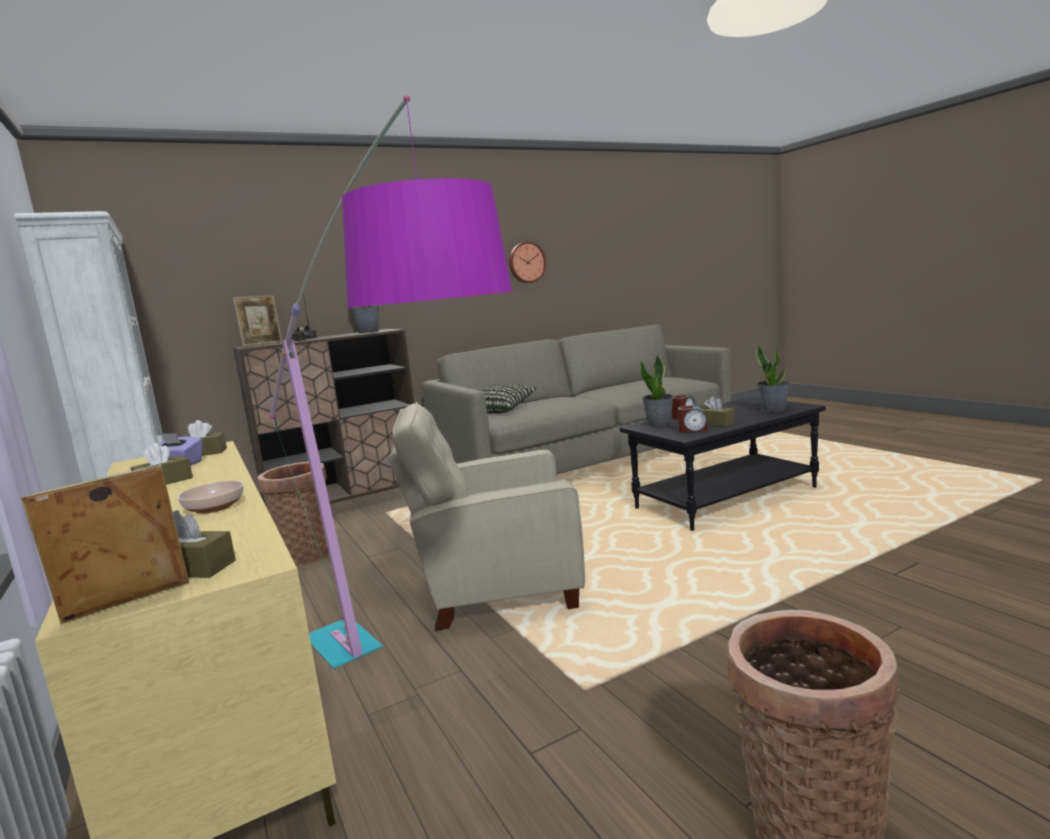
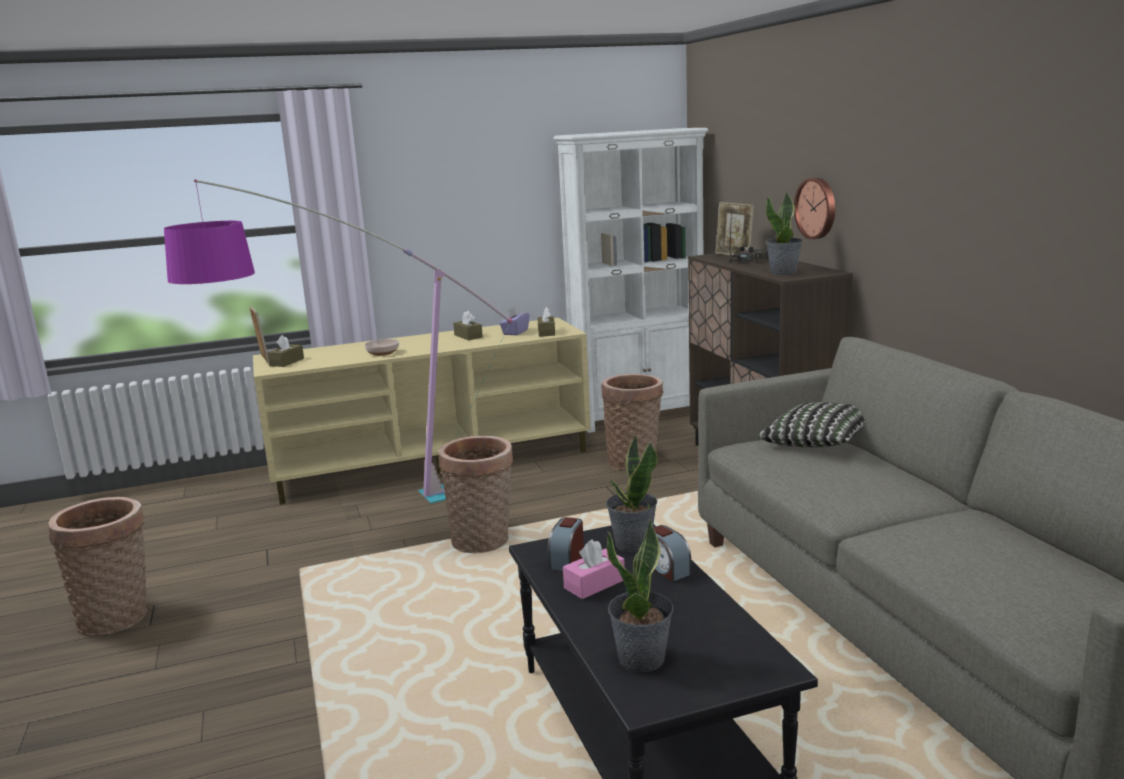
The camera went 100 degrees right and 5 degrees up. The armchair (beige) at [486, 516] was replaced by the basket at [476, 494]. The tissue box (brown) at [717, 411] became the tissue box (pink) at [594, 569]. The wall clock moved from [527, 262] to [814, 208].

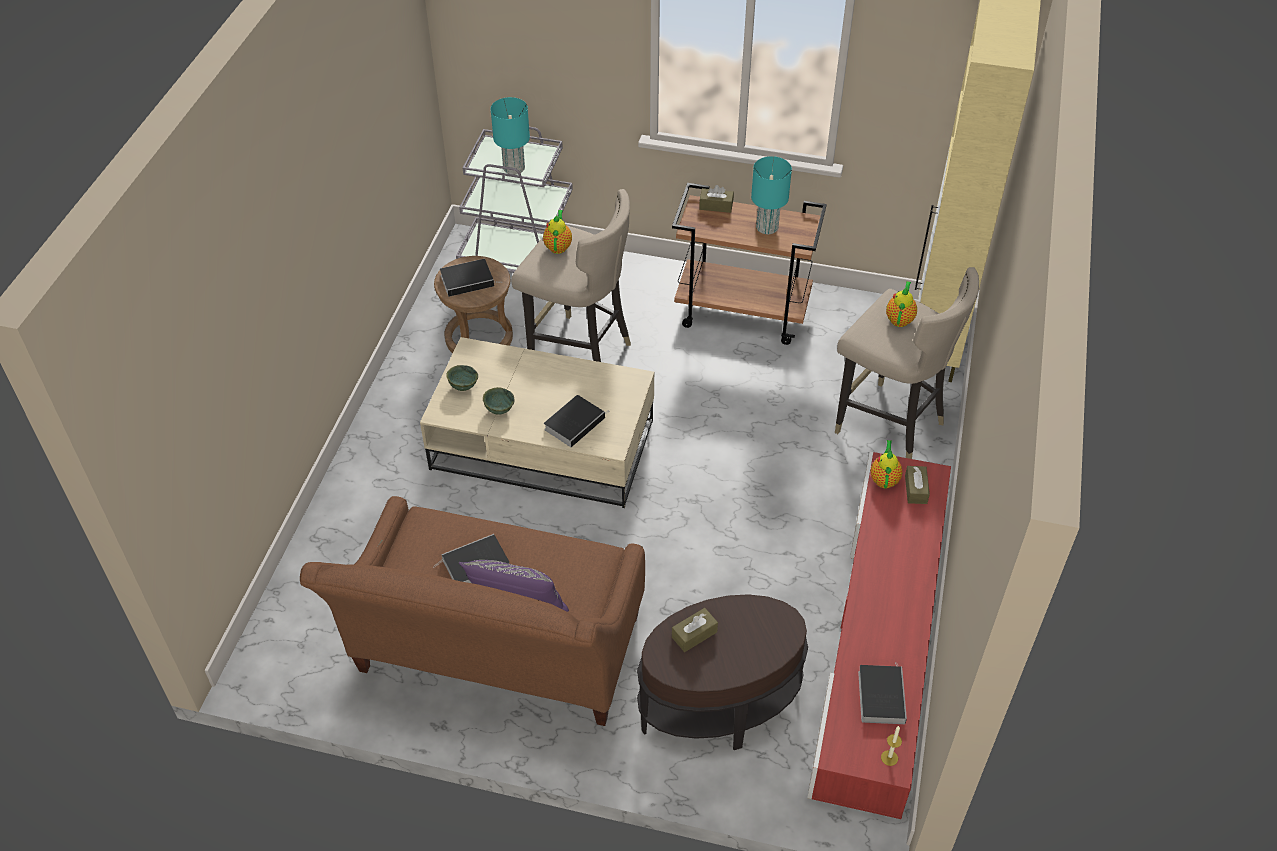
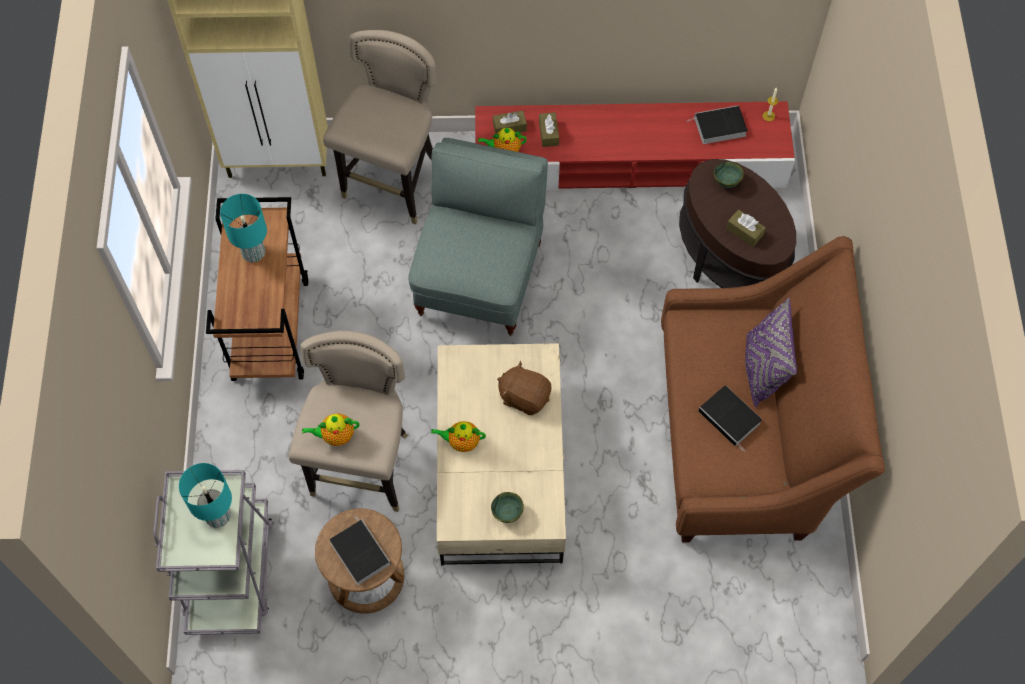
The camera went 105 degrees left and 15 degrees up. The armchair (grey) at [478, 237] appeared. The teapot moved from [901, 304] to [458, 436]. The book at [576, 421] was replaced by the plush toy (brown) at [524, 388]. The tissue box (brown) moved from [716, 199] to [549, 129]. The bowl (green) moved from [499, 401] to [729, 175].

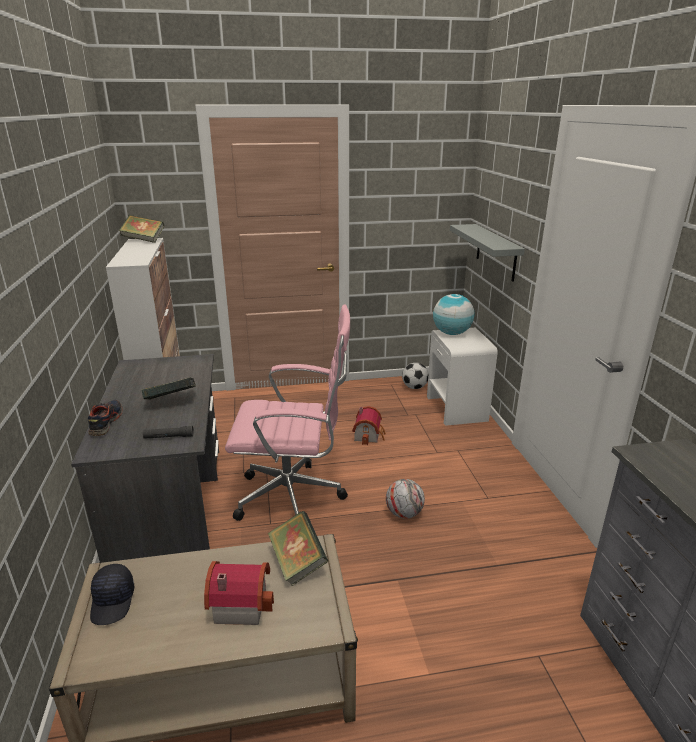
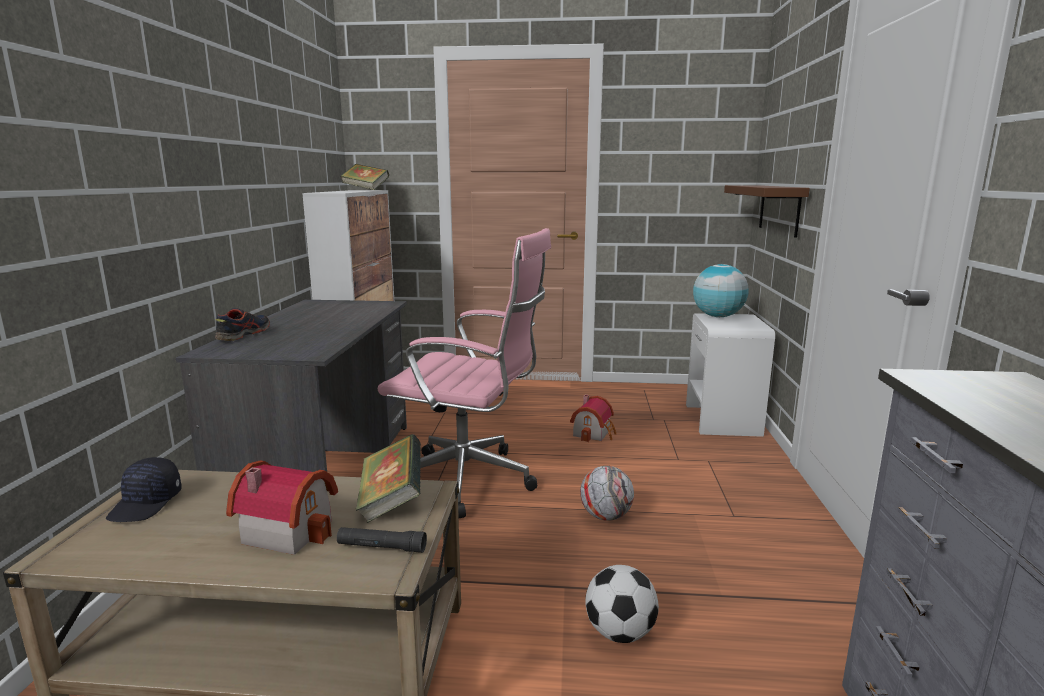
The camera went 15 degrees right and 10 degrees down. The flashlight (black) moved from [168, 432] to [382, 540]. The football moved from [415, 376] to [622, 604]. The shelf (grey) at [487, 253] became the shelf (brown) at [767, 211]. The book at [168, 388] disappeared.

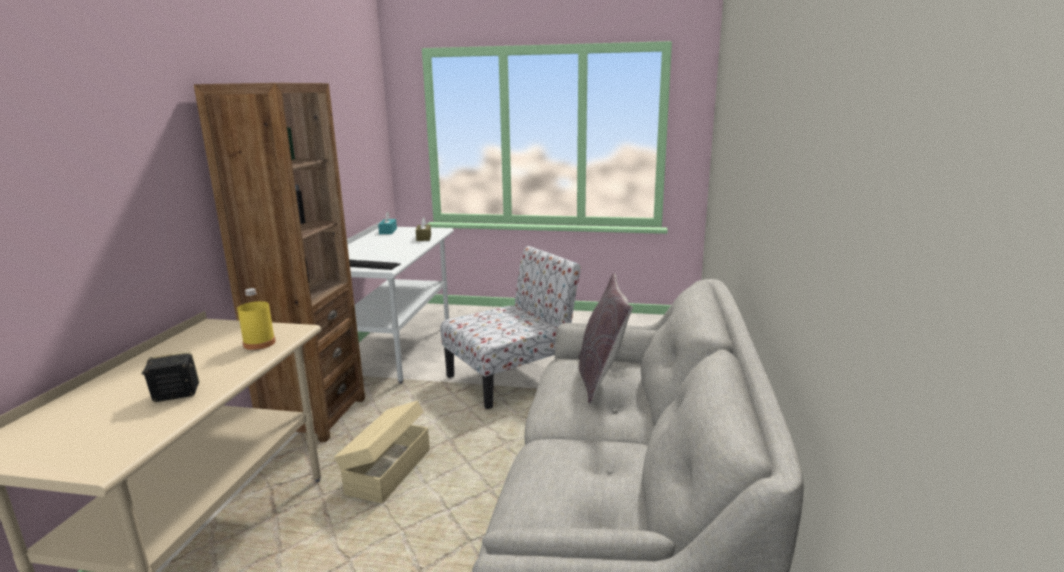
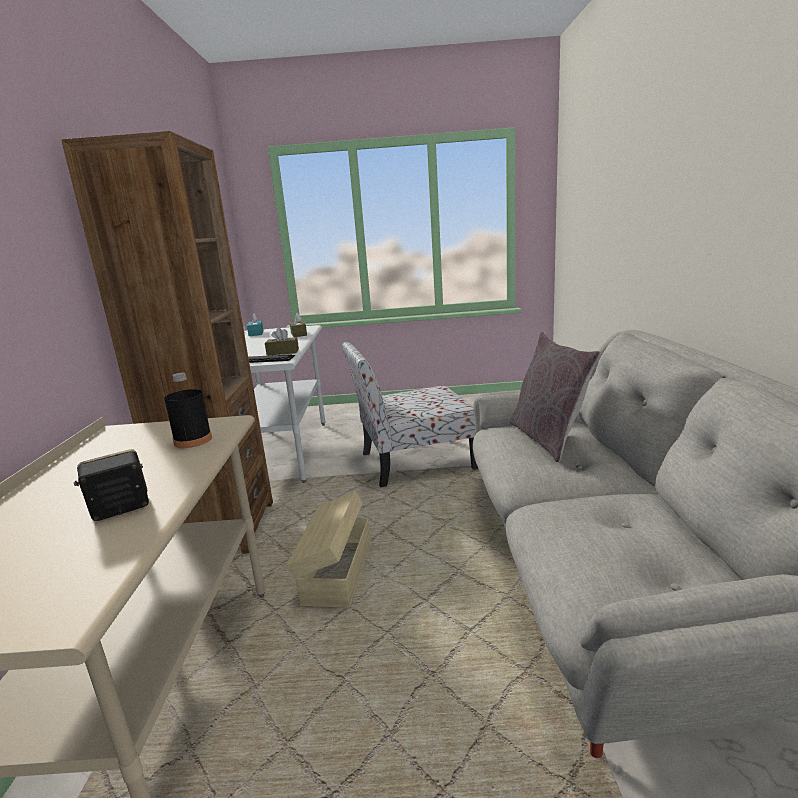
The camera went 10 degrees left and 0 degrees up. The bottle (yellow) at [256, 319] became the bottle (black) at [188, 410]. The tissue box (brown) at [282, 342] appeared. The chair at [510, 327] turned 150 degrees counterclockwise.

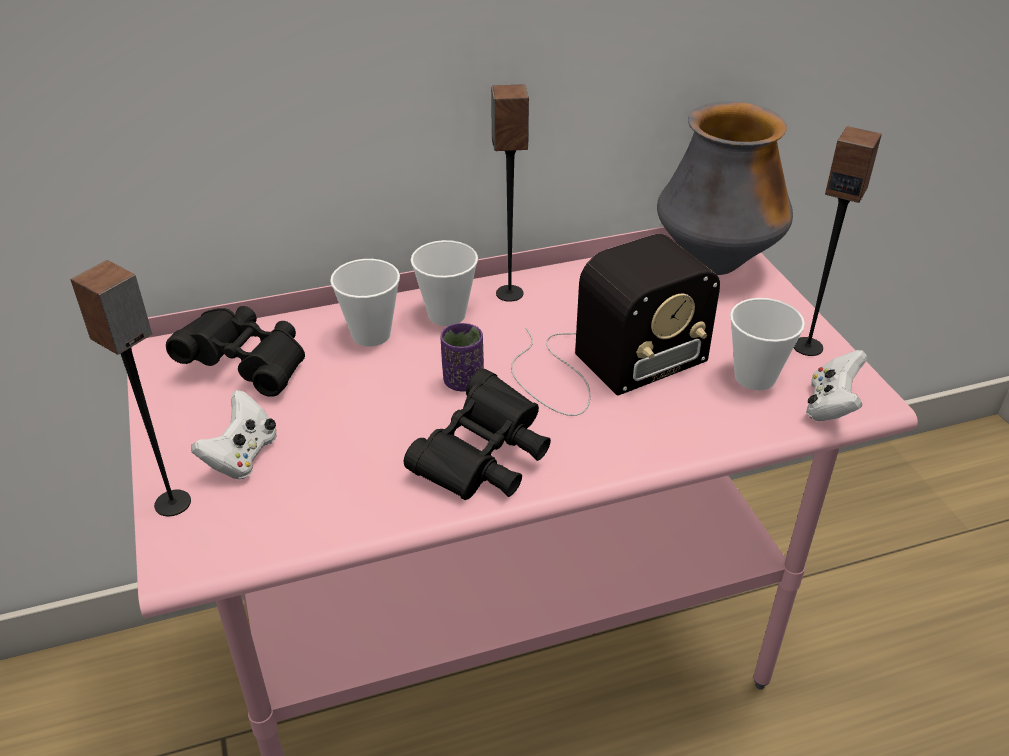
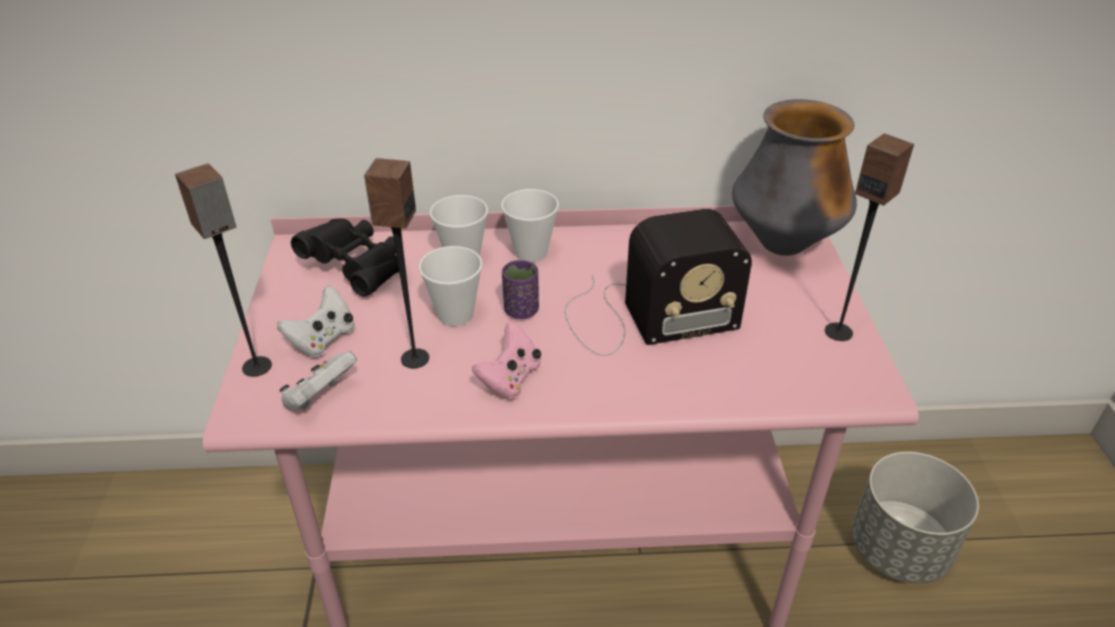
The camera went 15 degrees right and 0 degrees up. The game controller (white) moved from [836, 385] to [318, 381]. The speaker moved from [510, 193] to [396, 263]. The cup moved from [767, 344] to [451, 286]. The binoculars (black) at [477, 434] was replaced by the game controller (pink) at [506, 360]. The planter (grey) at [915, 517] appeared.

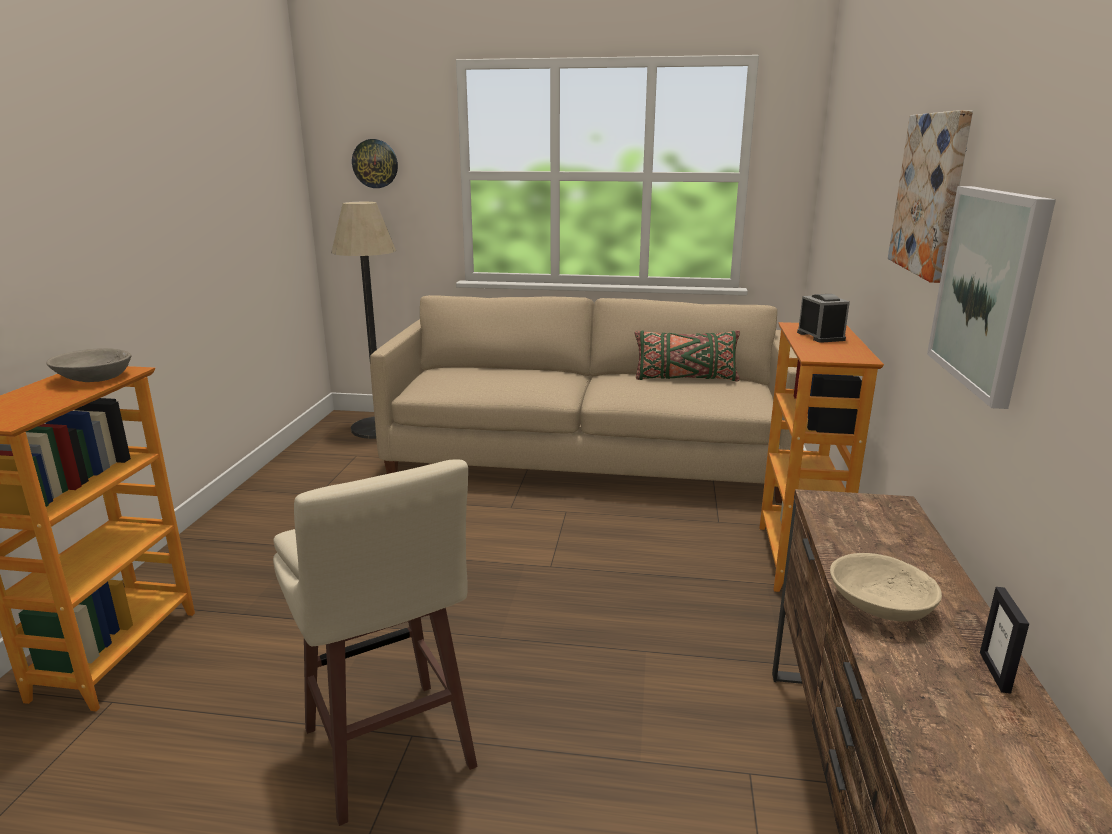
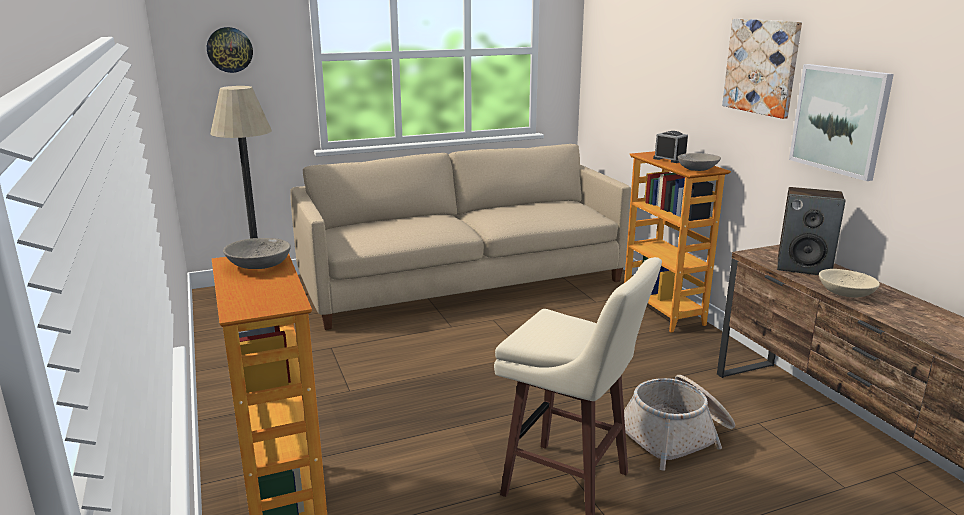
The camera went 30 degrees left and 0 degrees up. The basket at [679, 423] appeared. The bowl (grey) at [699, 162] appeared. The speaker at [811, 231] appeared. The pillow (green) at [687, 355] disappeared. The picture frame at [1004, 640] disappeared.

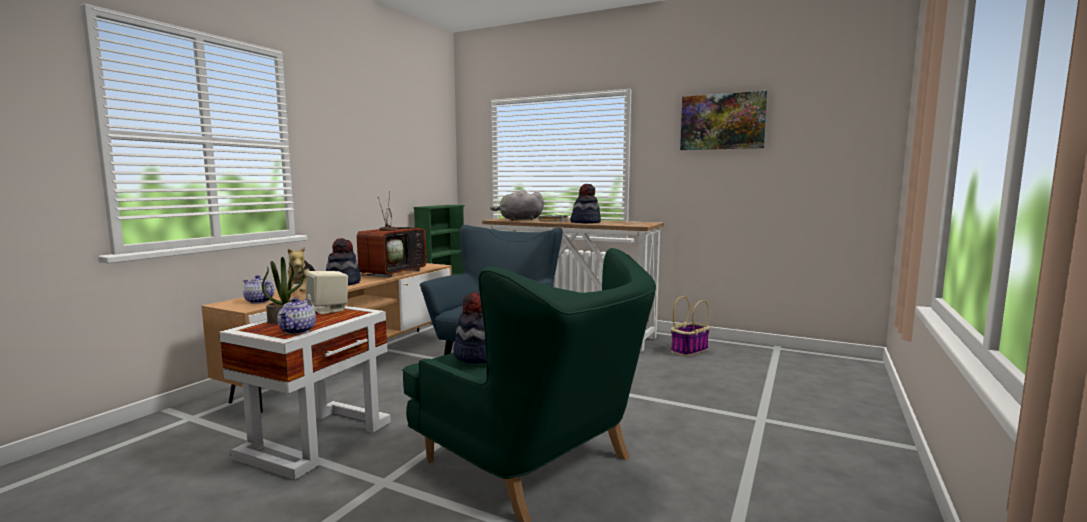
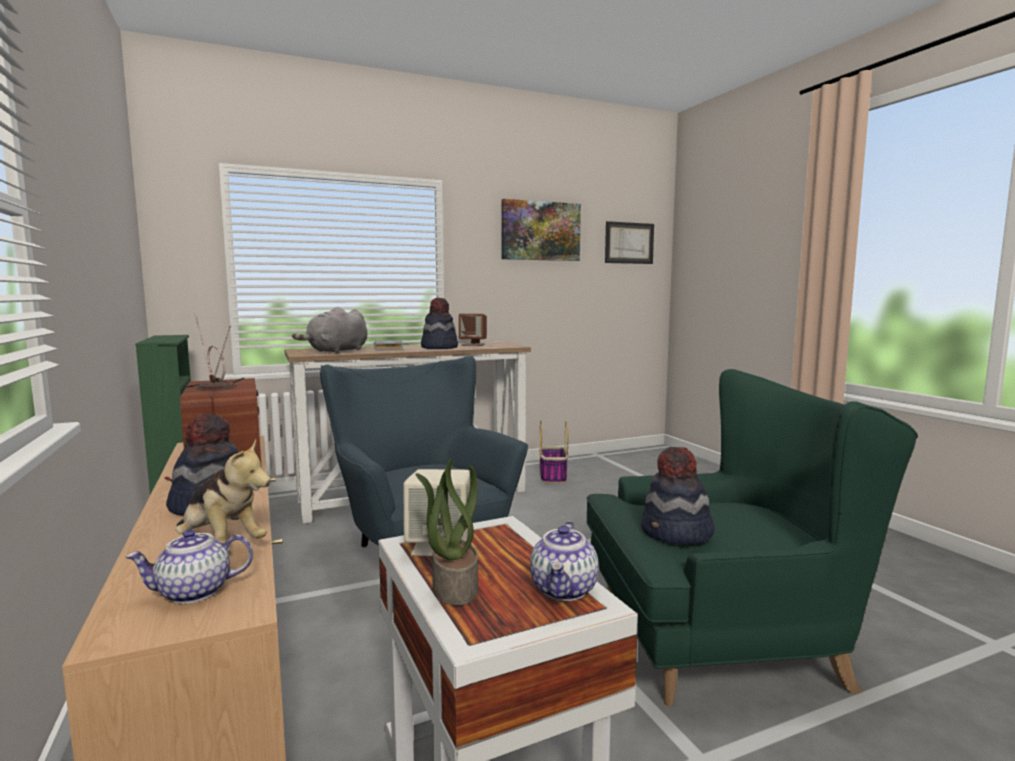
The camera went 50 degrees left and 0 degrees up. The speaker (brown) at [473, 330] appeared. The teapot at [296, 316] turned 60 degrees clockwise. The picture at [629, 242] appeared.

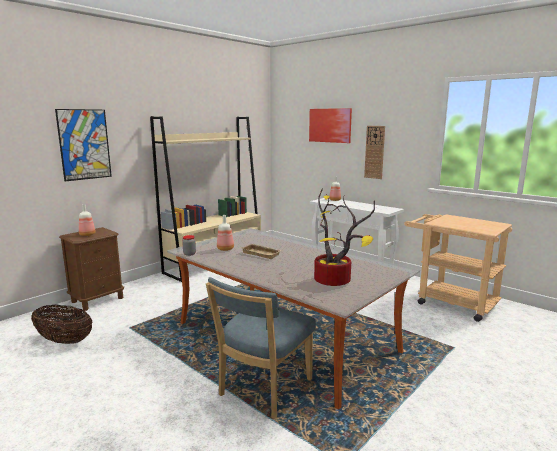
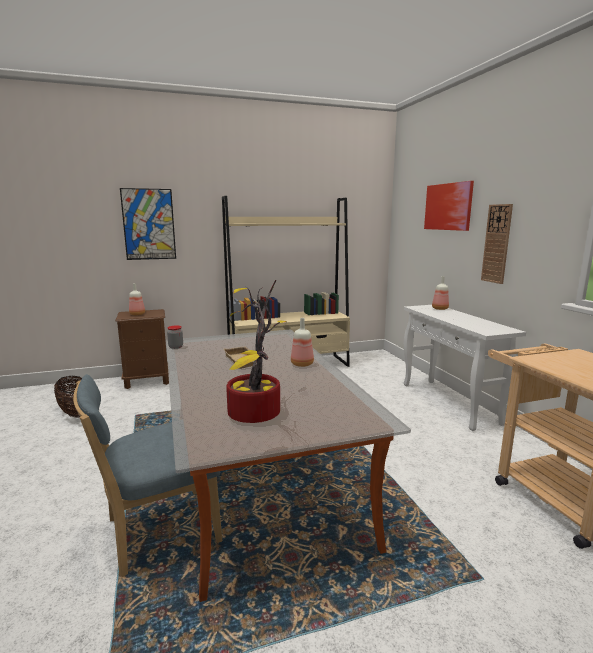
The camera went 30 degrees right and 0 degrees up. The bottle moved from [225, 233] to [302, 342].

